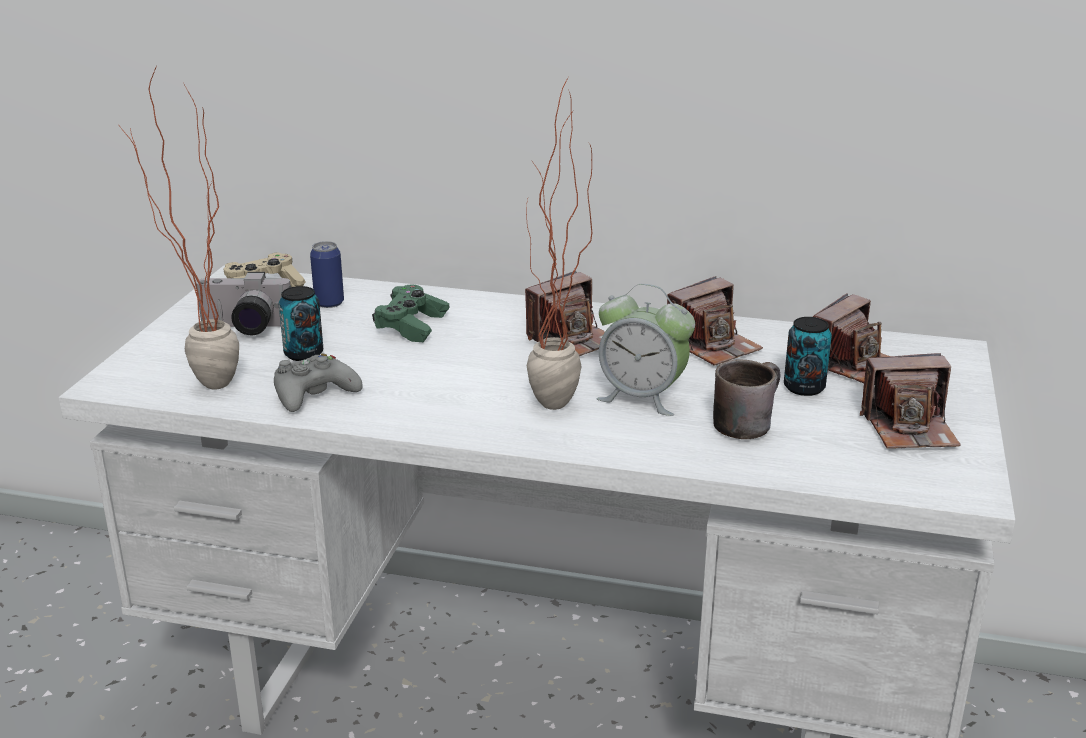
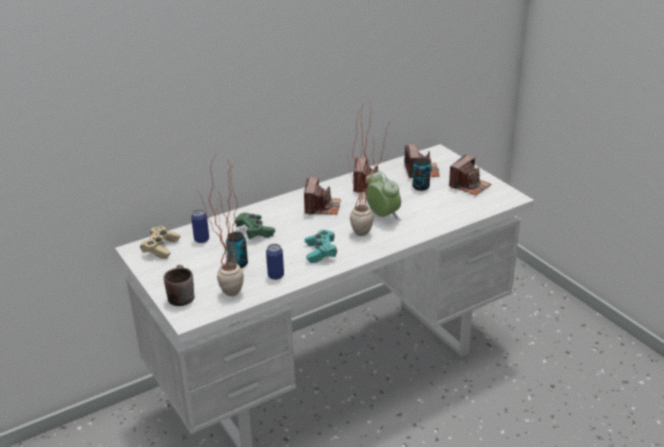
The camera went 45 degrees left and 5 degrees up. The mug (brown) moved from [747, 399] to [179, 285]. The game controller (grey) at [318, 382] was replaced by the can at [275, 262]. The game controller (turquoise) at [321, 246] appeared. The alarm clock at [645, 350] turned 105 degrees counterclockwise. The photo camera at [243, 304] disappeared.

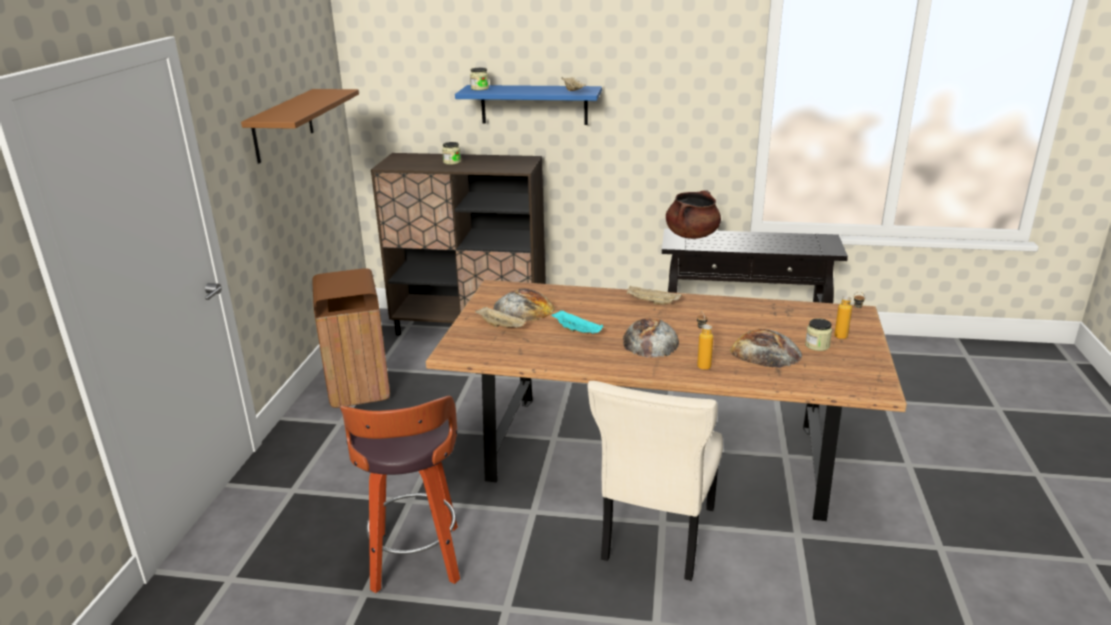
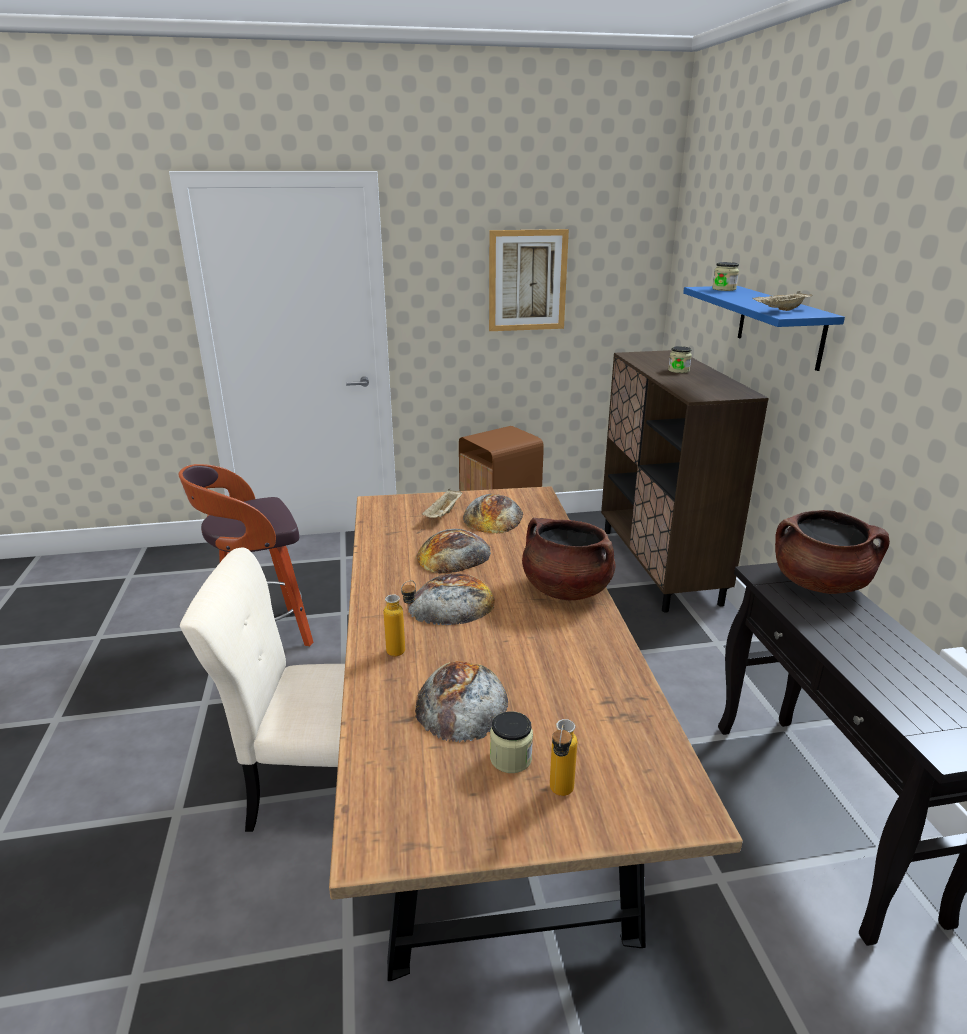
The camera went 70 degrees right and 0 degrees up. The tray (turquoise) at [577, 322] was replaced by the bread at [453, 551]. The shelf (brown) at [300, 126] was replaced by the picture at [529, 280]. The tray (beige) at [653, 295] was replaced by the cooking pot (brown) at [569, 559].

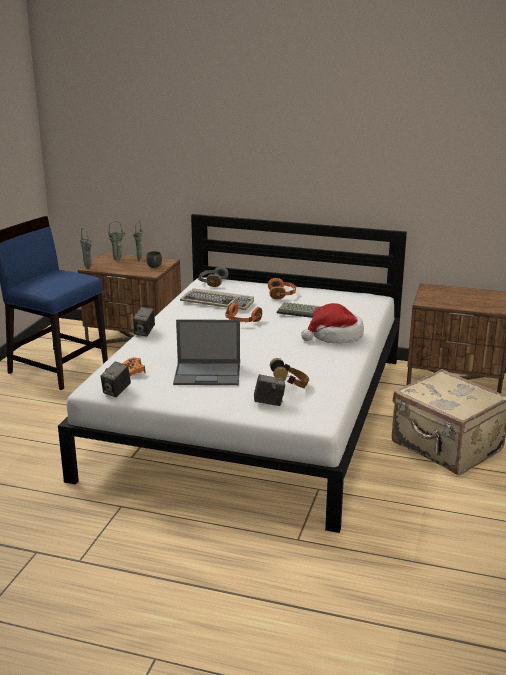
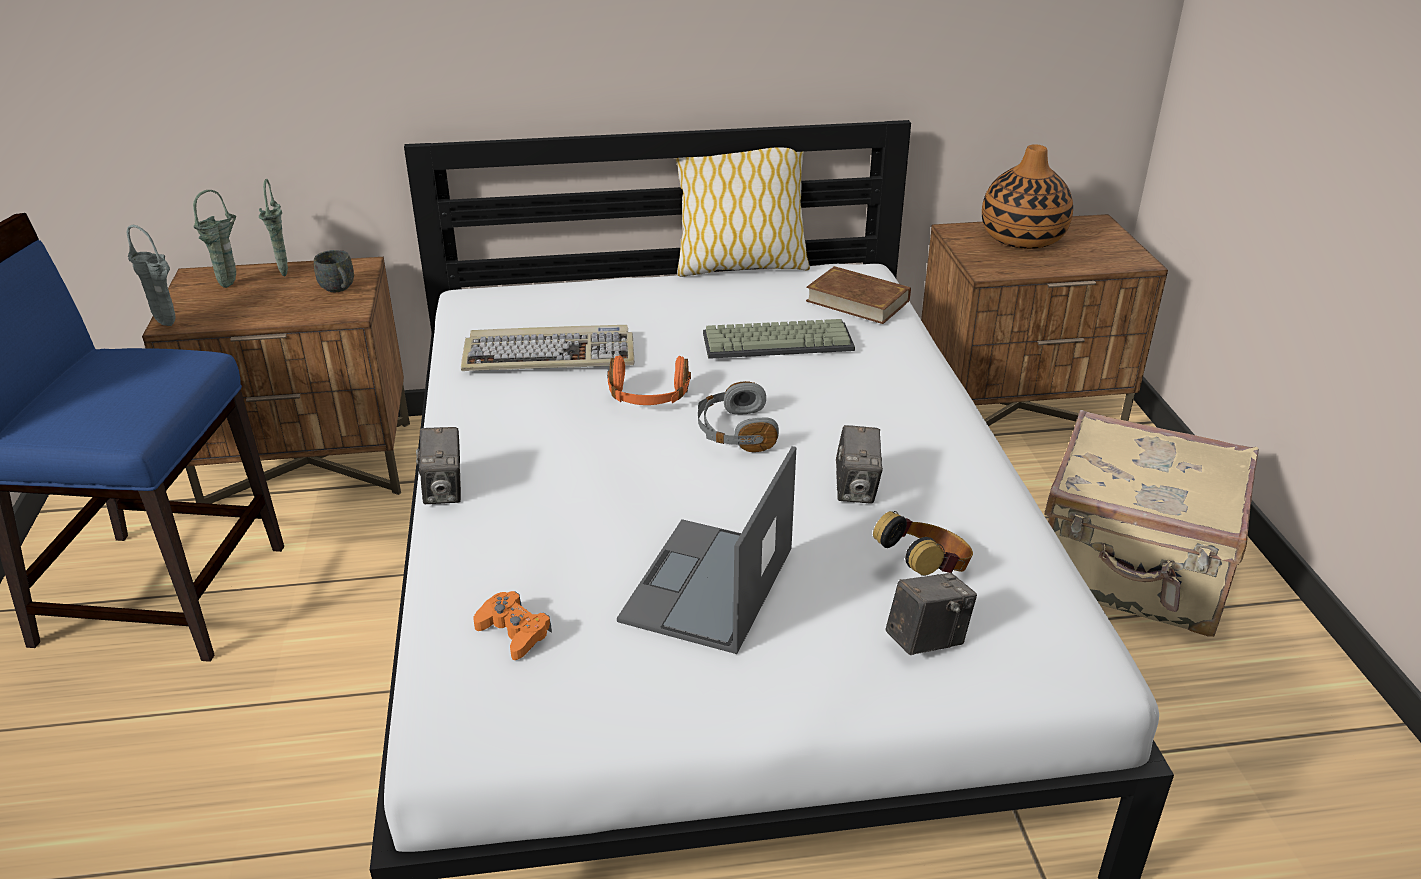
The camera went 25 degrees left and 10 degrees up. The laptop at [206, 352] turned 135 degrees clockwise. The pillow at [742, 212] appeared. The headphones (grey) moved from [213, 277] to [738, 416]. The book (brown) at [858, 295] appeared. The photo camera moved from [116, 379] to [859, 464]. The vase at [1027, 196] appeared. The headphones (orange) at [282, 288] disappeared. The hat at [332, 323] disappeared.

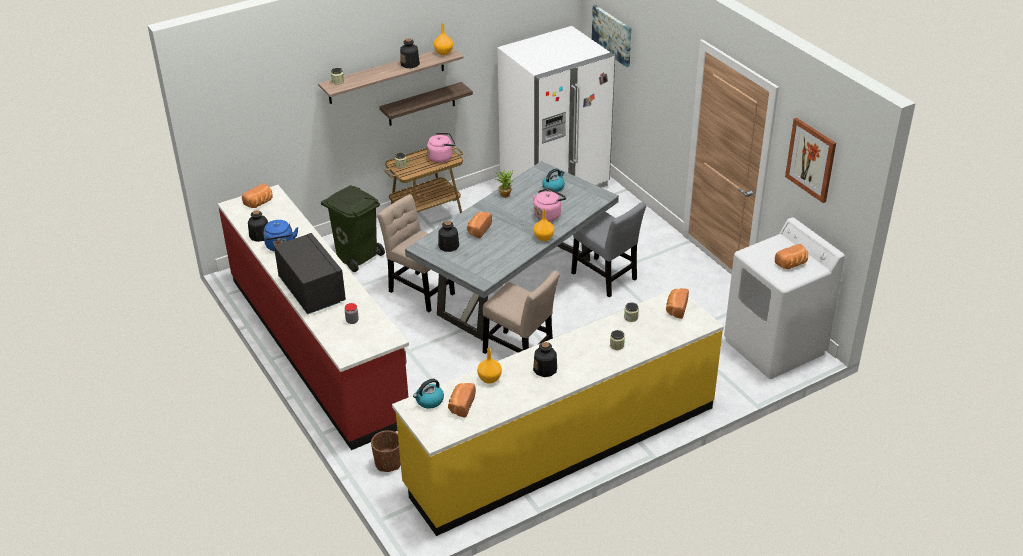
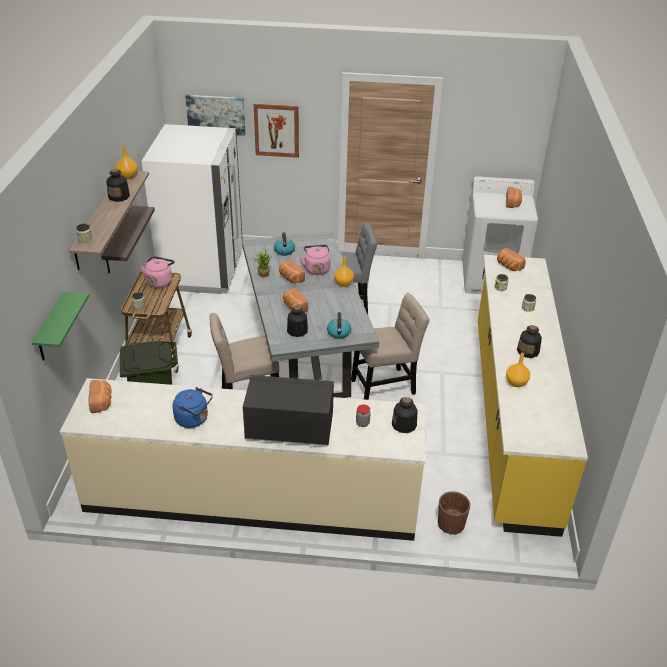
The camera went 55 degrees left and 0 degrees up. The shelf (green) at [60, 326] appeared. The counter (red) at [313, 317] became the counter (beige) at [243, 459]. The picture moved from [810, 160] to [276, 131]. The bread moved from [462, 400] to [292, 271]. The kettle moved from [428, 394] to [339, 325]. The bottle moved from [258, 226] to [405, 415].

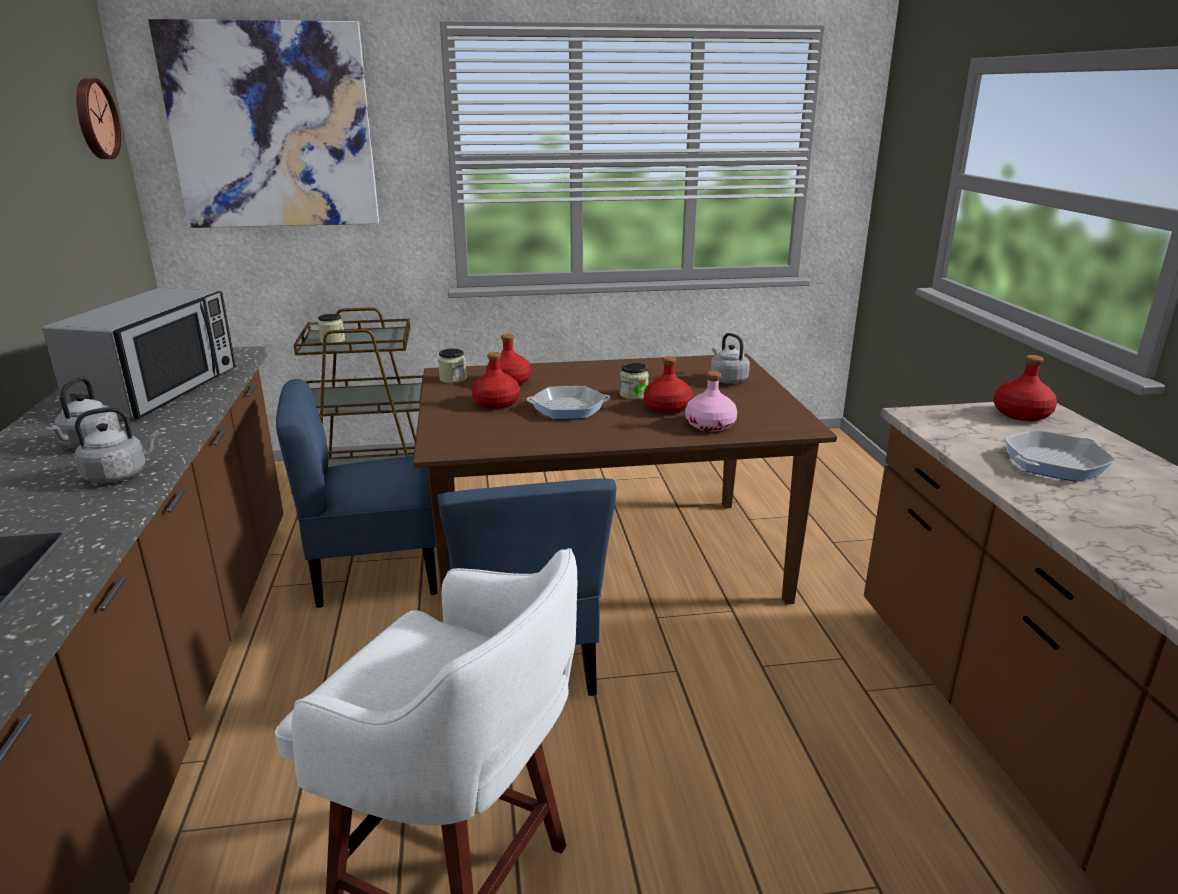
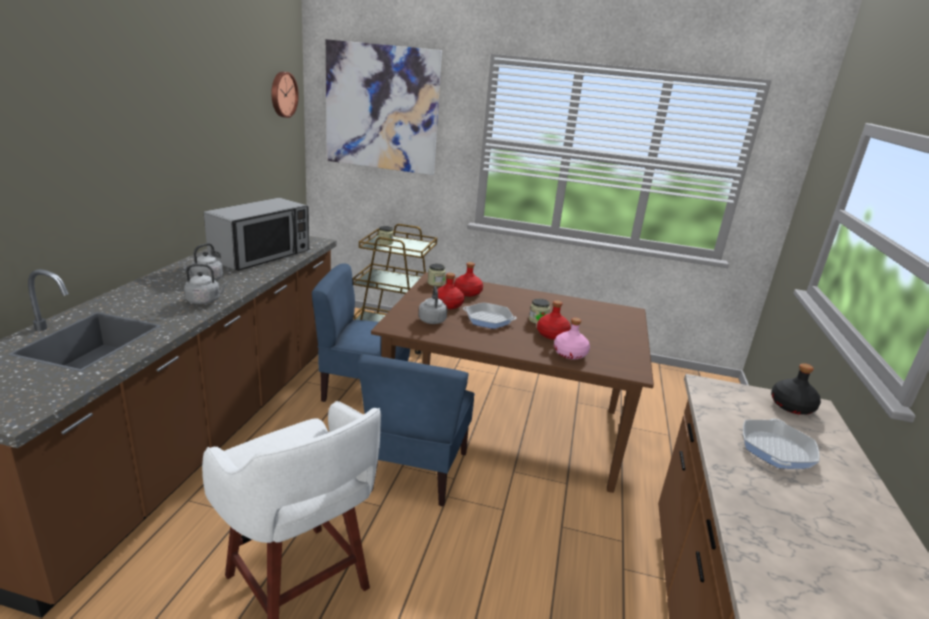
The camera went 20 degrees right and 0 degrees up. The kettle (grey) moved from [730, 358] to [432, 305]. The frying pan at [1060, 456] turned 60 degrees counterclockwise. The bottle (red) at [1025, 388] became the bottle (black) at [796, 389].

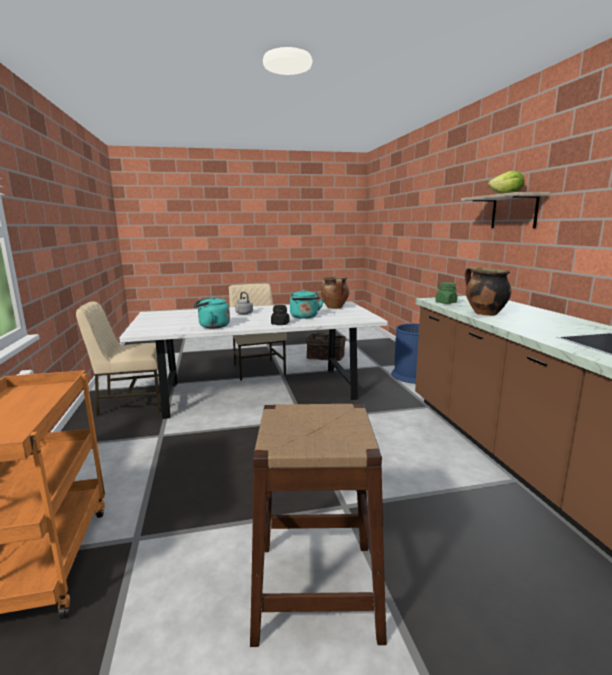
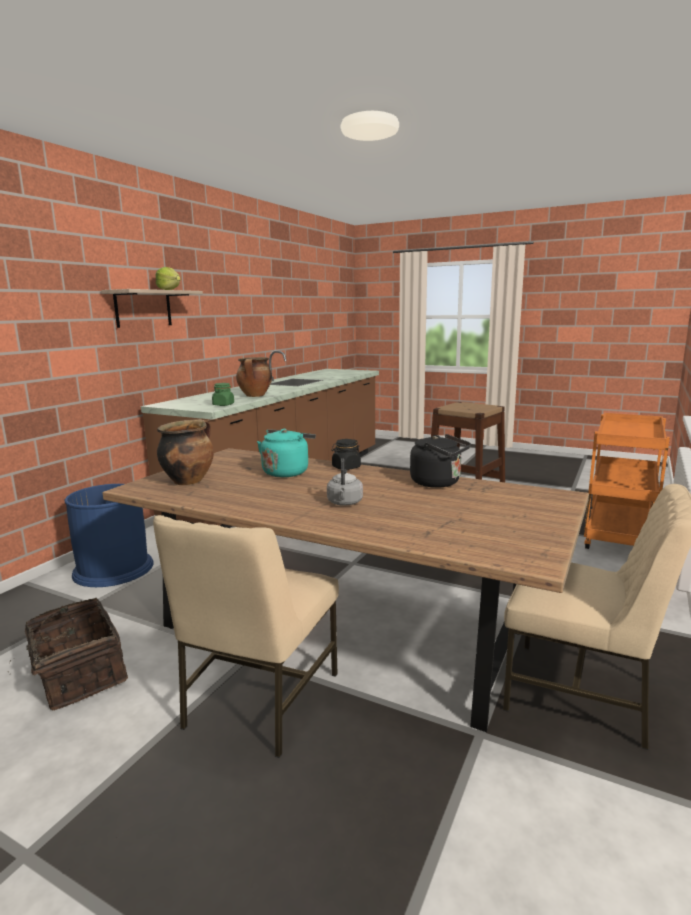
The camera went 140 degrees left and 0 degrees up. The dining table (white) at [253, 360] became the dining table (brown) at [346, 590]. The kettle (turquoise) at [211, 312] became the kettle (black) at [440, 461].

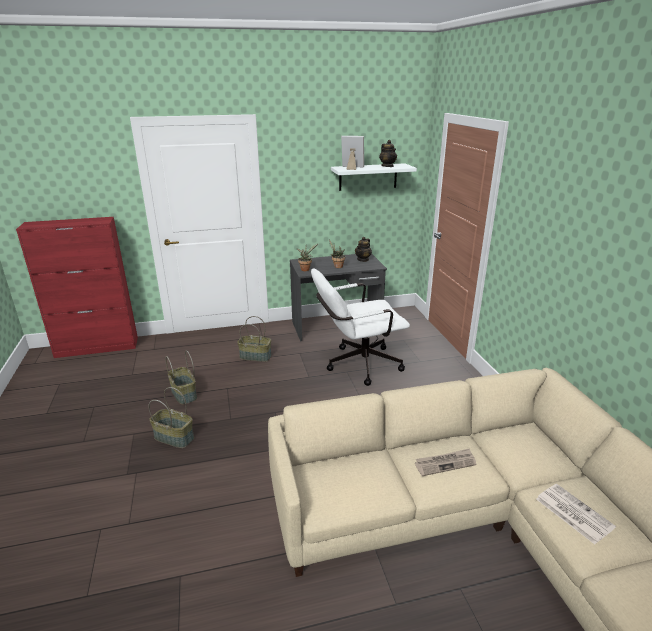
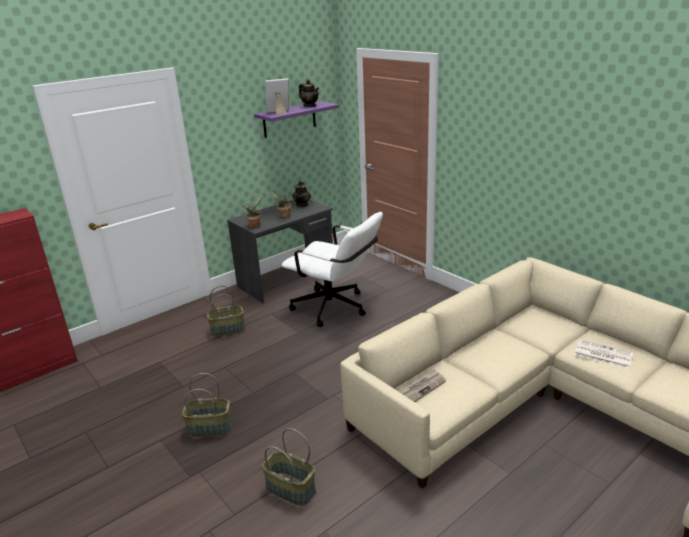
The camera went 25 degrees left and 0 degrees up. The shelf (white) at [374, 177] became the shelf (purple) at [296, 119]. The basket moved from [181, 377] to [289, 467]. The office chair (white) at [360, 327] turned 105 degrees counterclockwise. The newspaper moved from [445, 462] to [423, 385].

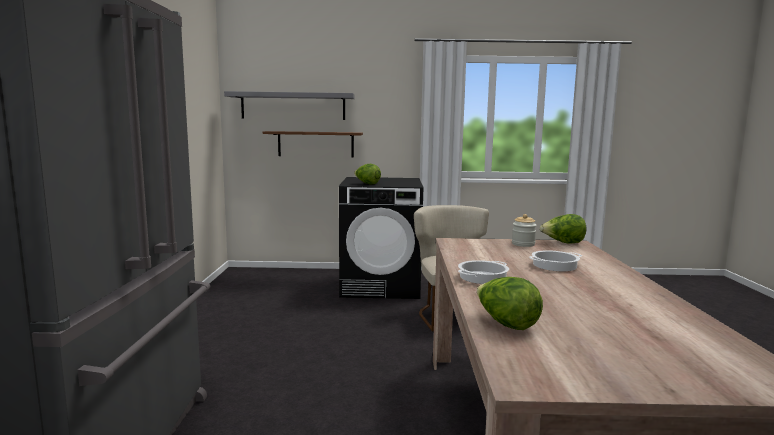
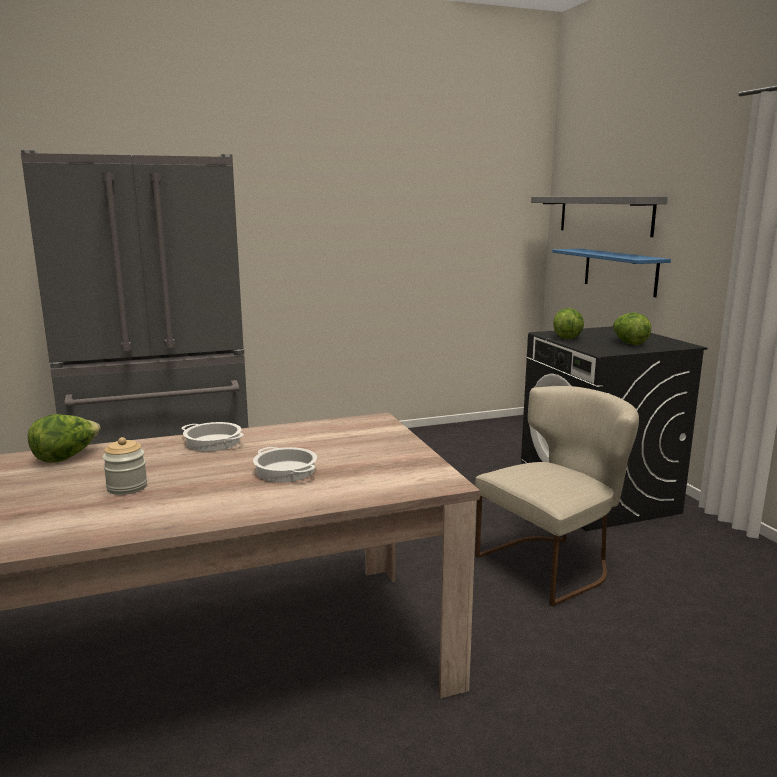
The camera went 70 degrees right and 5 degrees up. The jar moved from [524, 230] to [124, 466]. The shelf (brown) at [313, 144] became the shelf (blue) at [611, 273]. The lettuce moved from [563, 229] to [632, 329].

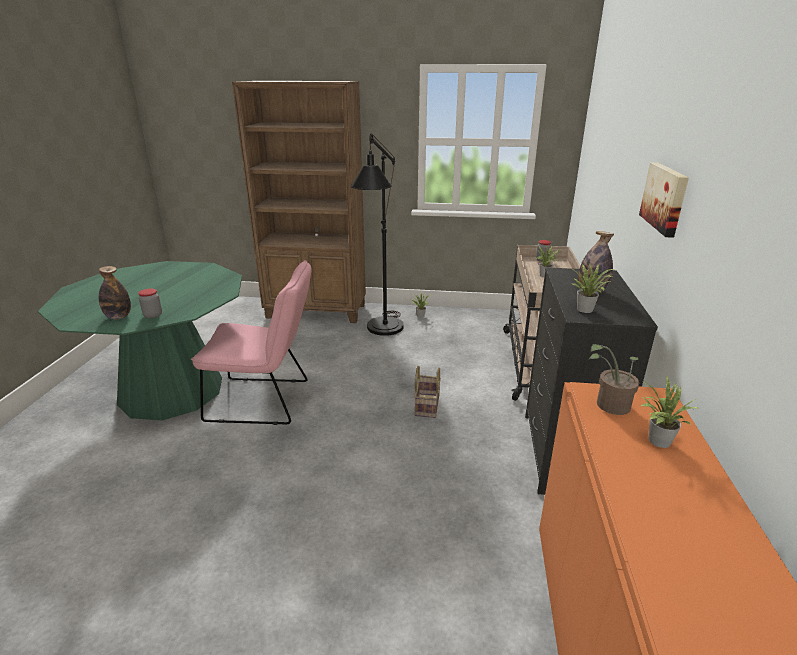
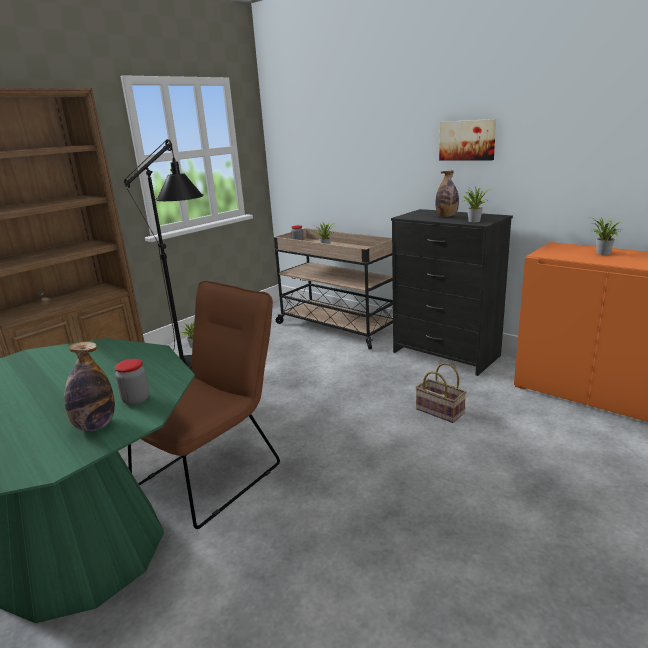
The camera went 55 degrees left and 5 degrees down. The chair (pink) at [251, 342] became the chair (brown) at [204, 405]. The basket moved from [427, 392] to [441, 393]. The potted plant at [614, 379] disappeared.

